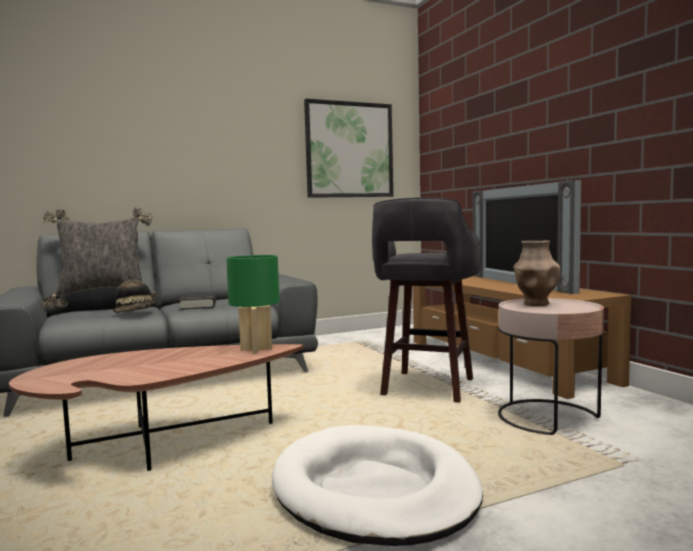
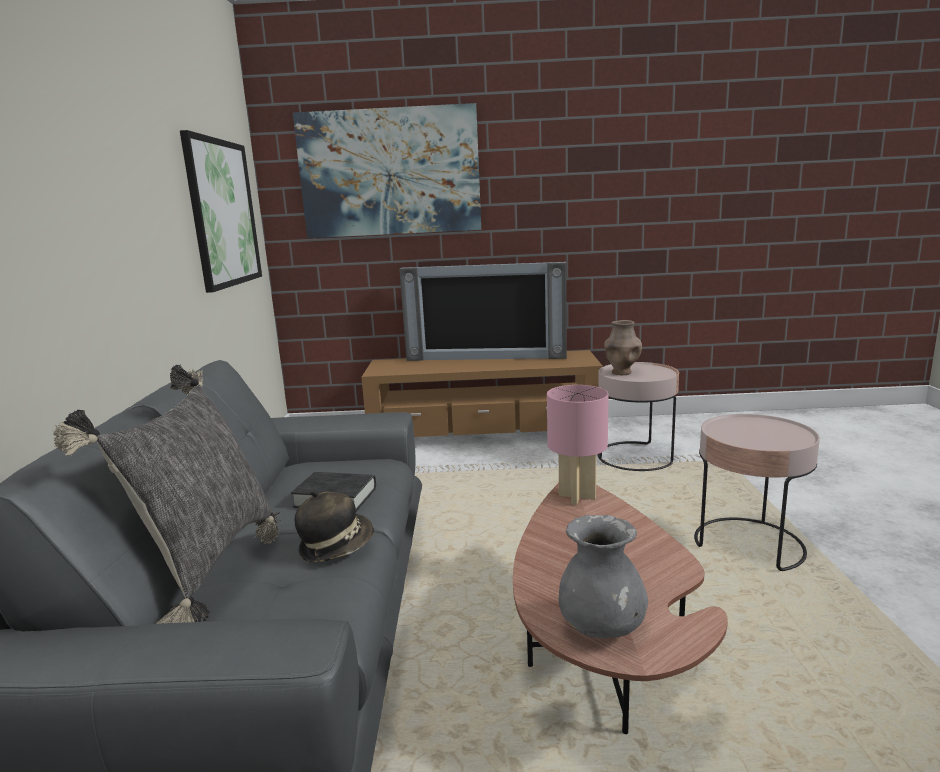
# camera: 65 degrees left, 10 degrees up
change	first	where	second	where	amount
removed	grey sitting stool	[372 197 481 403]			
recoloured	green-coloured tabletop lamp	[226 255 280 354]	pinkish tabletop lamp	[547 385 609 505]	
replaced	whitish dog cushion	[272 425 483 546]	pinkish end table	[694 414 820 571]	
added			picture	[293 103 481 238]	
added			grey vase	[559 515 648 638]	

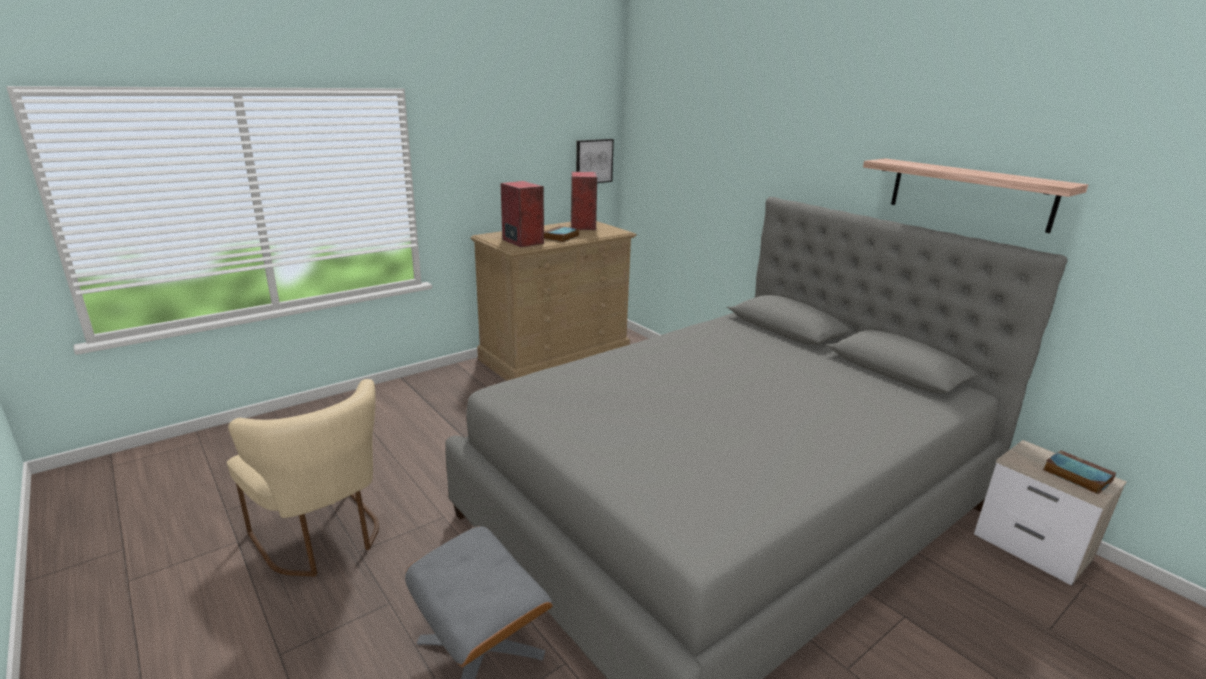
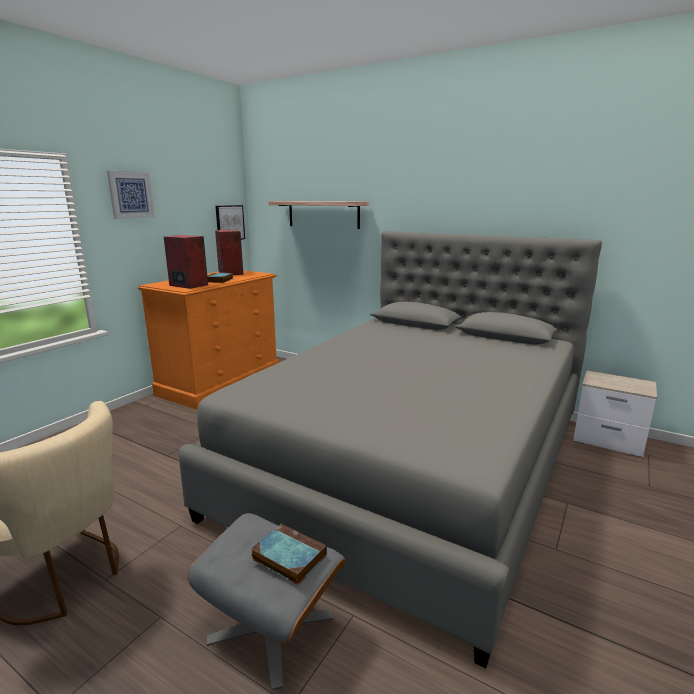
# camera: 20 degrees left, 5 degrees down
change	first	where	second	where	amount
moved	shelf	[863 158 1088 233]		[268 201 369 229]	
recoloured	sand-coloured chest of drawers	[470 221 637 381]	orangey chest of drawers	[138 270 280 410]	
moved	book	[1043 450 1116 494]		[251 524 327 585]	
added			picture	[107 171 155 219]	

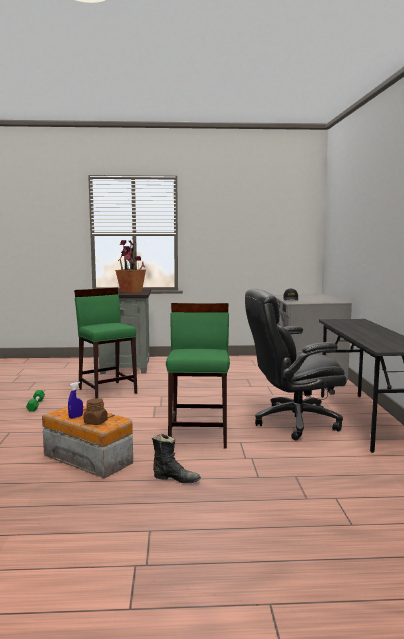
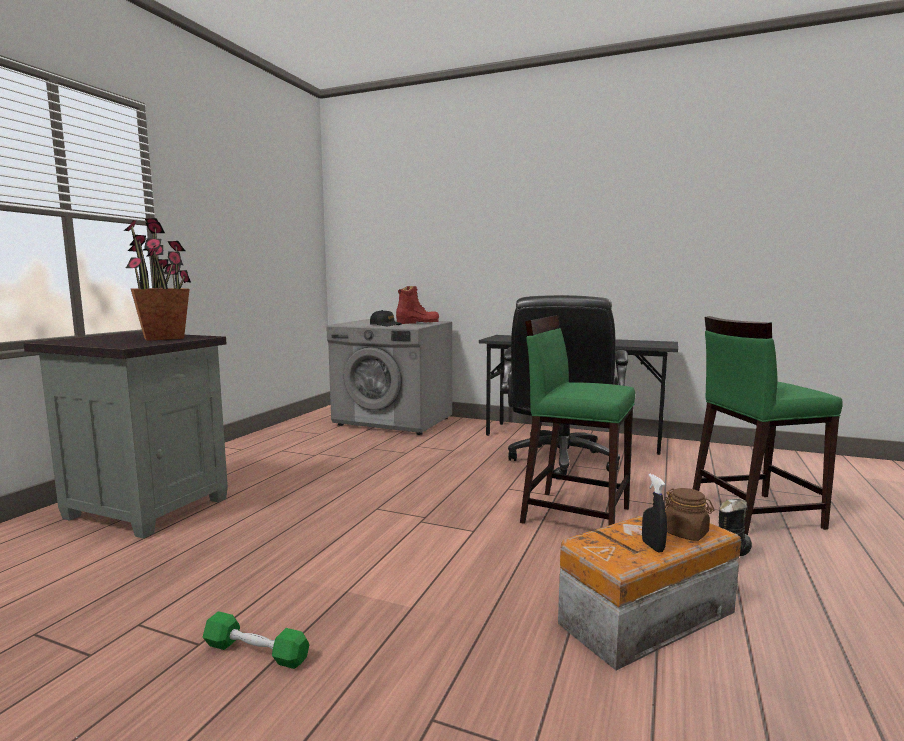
# camera: 65 degrees left, 0 degrees up
change	first	where	second	where	amount
moved	green-coloured sitting stool	[74 287 137 398]		[693 316 843 535]	
recoloured	blue spray bottle	[68 382 83 419]	black spray bottle	[642 474 667 553]	
added			reddish tall boot	[396 286 439 324]	

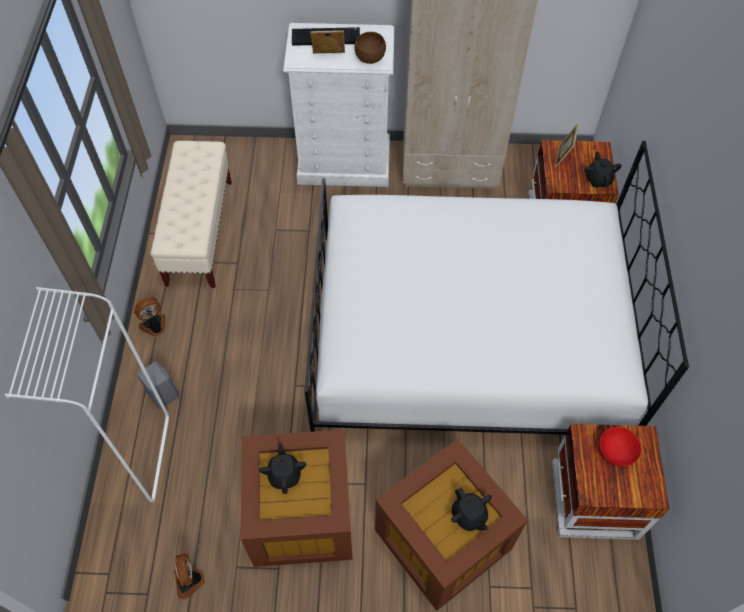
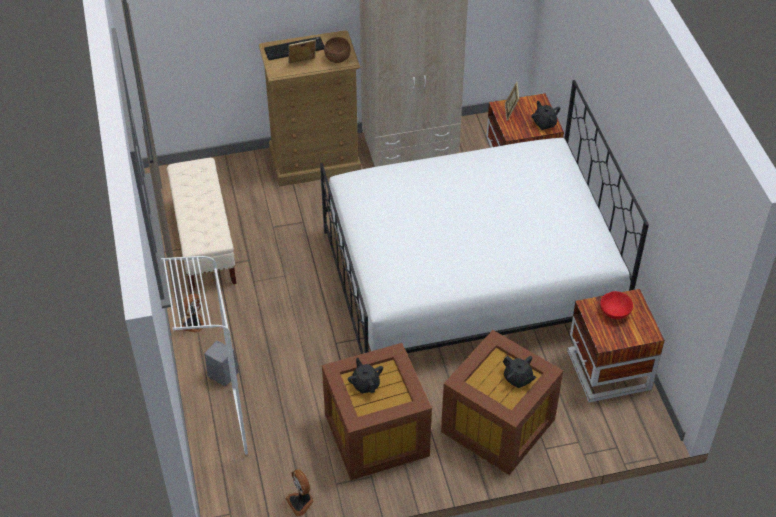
# camera: 15 degrees left, 10 degrees down
change	first	where	second	where	amount
recoloured	whitish chest of drawers	[283 23 394 187]	brown-coloured chest of drawers	[259 30 361 187]	

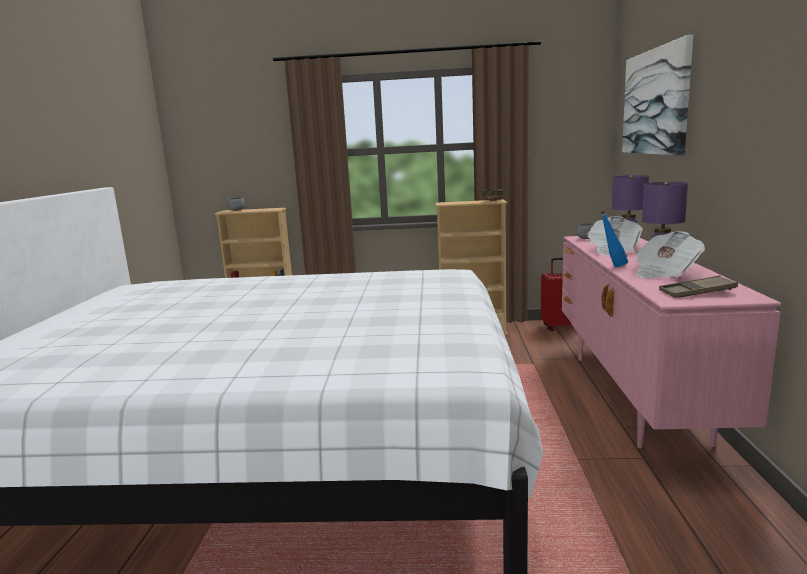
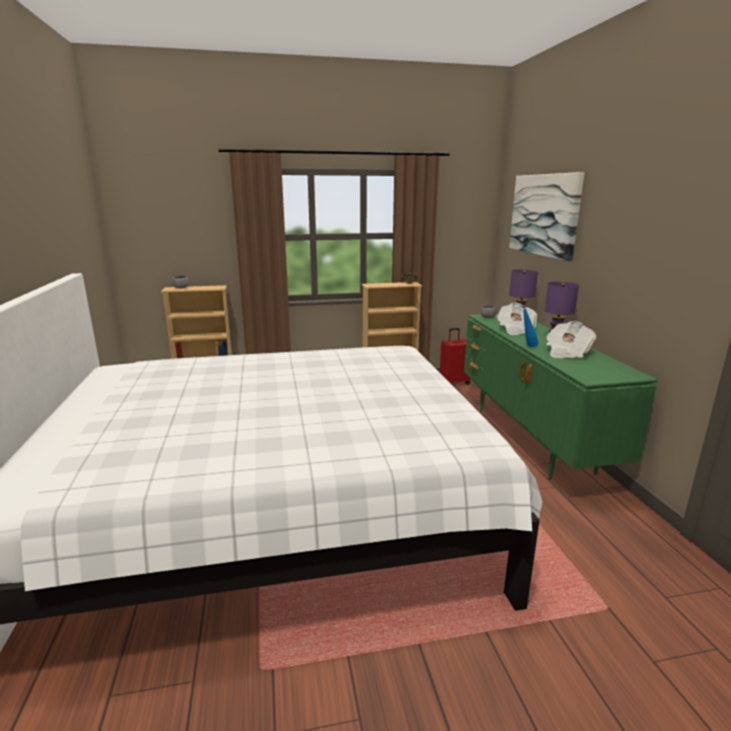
# camera: 15 degrees left, 5 degrees up
change	first	where	second	where	amount
recoloured	pinkish chest of drawers	[562 236 781 448]	green-coloured chest of drawers	[464 313 658 480]	
removed	brown-coloured carrying tray	[659 275 738 298]			

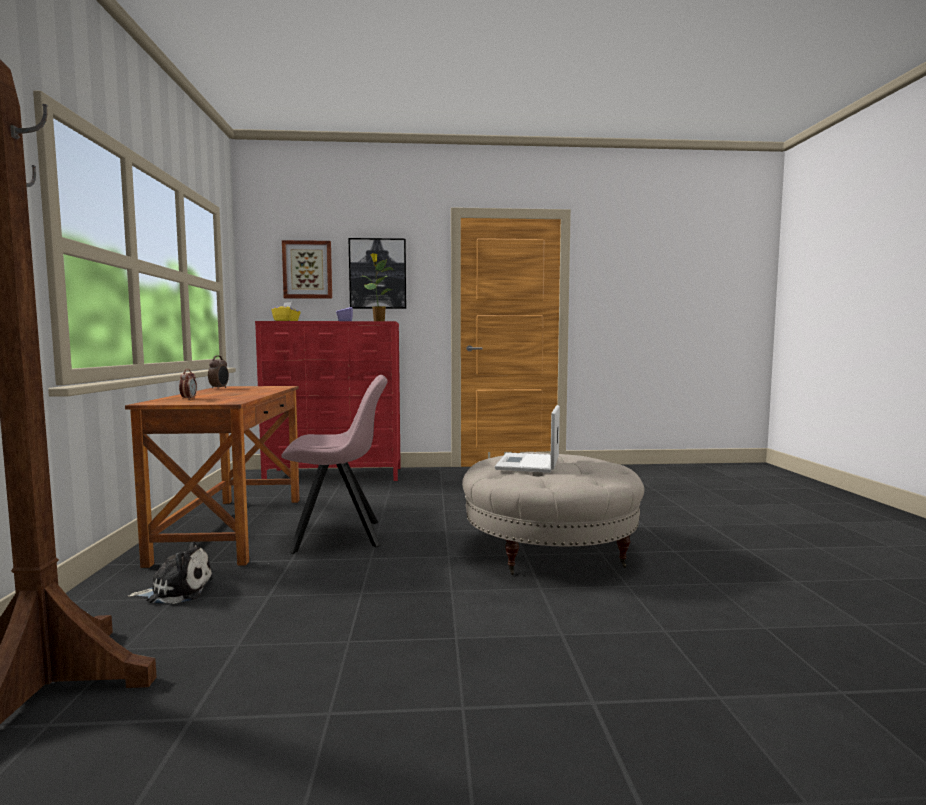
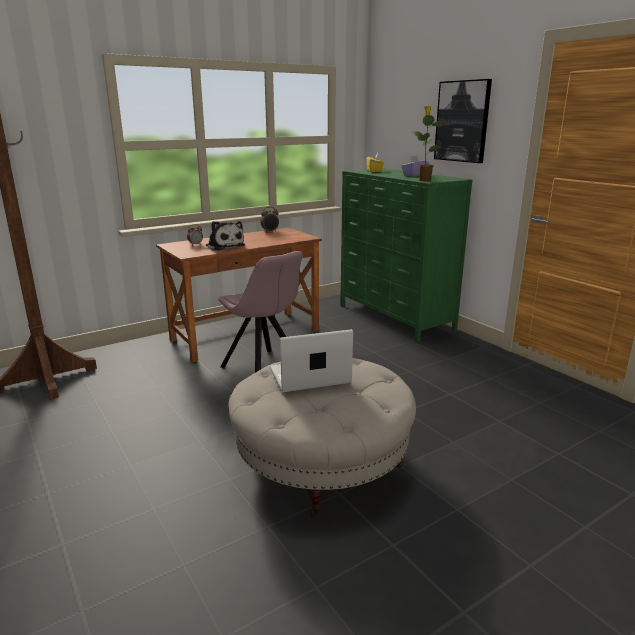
# camera: 60 degrees right, 15 degrees up
change	first	where	second	where	amount
removed	picture	[282 240 332 299]			
recoloured	reddish chest of drawers	[255 321 401 481]	green-coloured chest of drawers	[340 168 473 343]	
moved	soft toy	[128 541 213 604]		[206 221 245 250]	

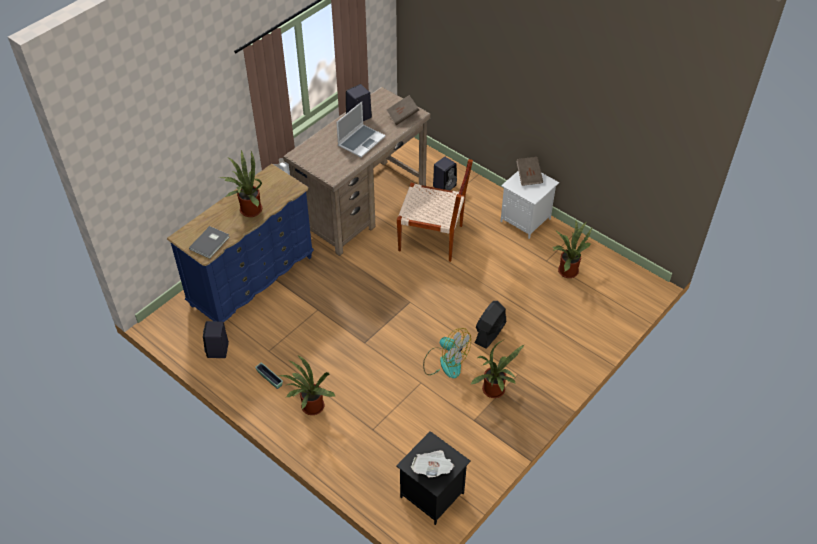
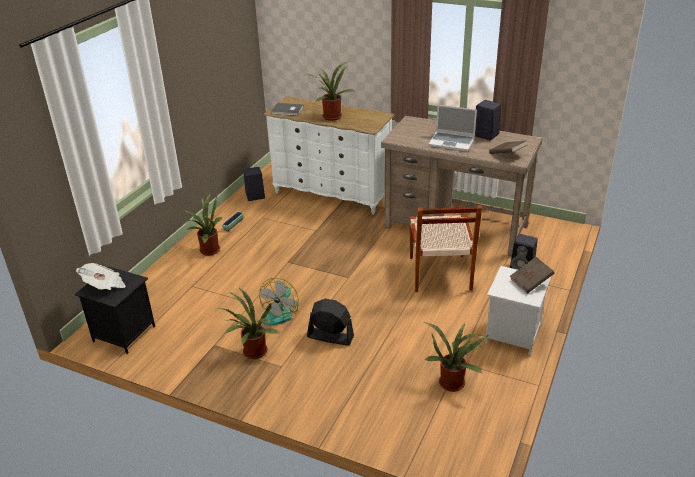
# camera: 75 degrees right, 15 degrees down
change	first	where	second	where	amount
recoloured	blue chest of drawers	[167 164 314 322]	whitish chest of drawers	[264 96 394 214]	

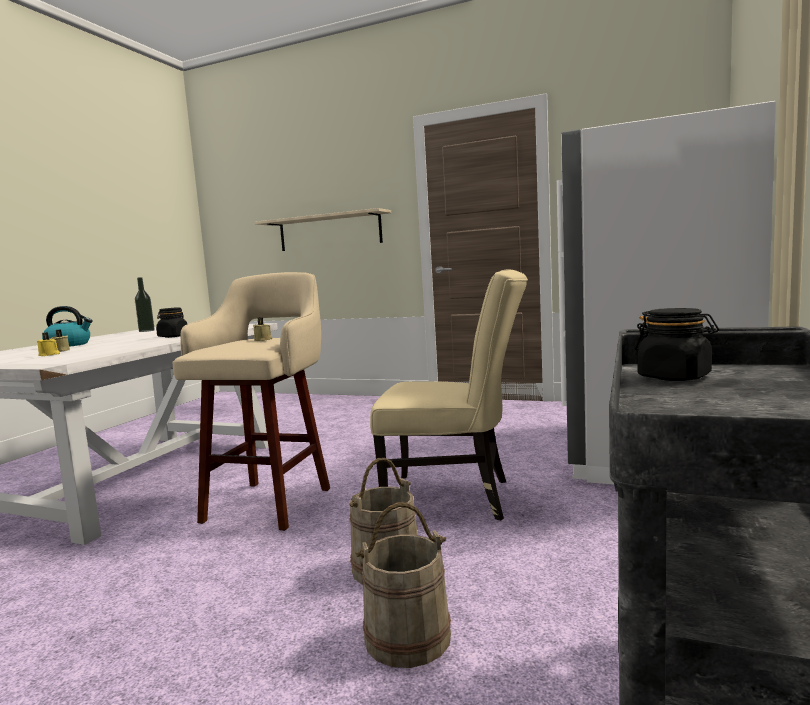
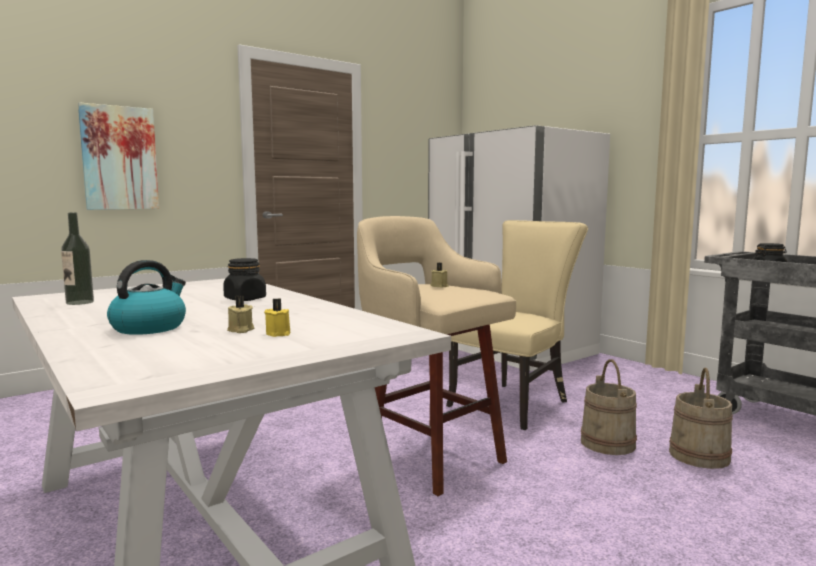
# camera: 60 degrees left, 0 degrees up
change	first	where	second	where	amount
replaced	sand-coloured shelf	[254 208 391 251]	picture	[78 102 159 210]	

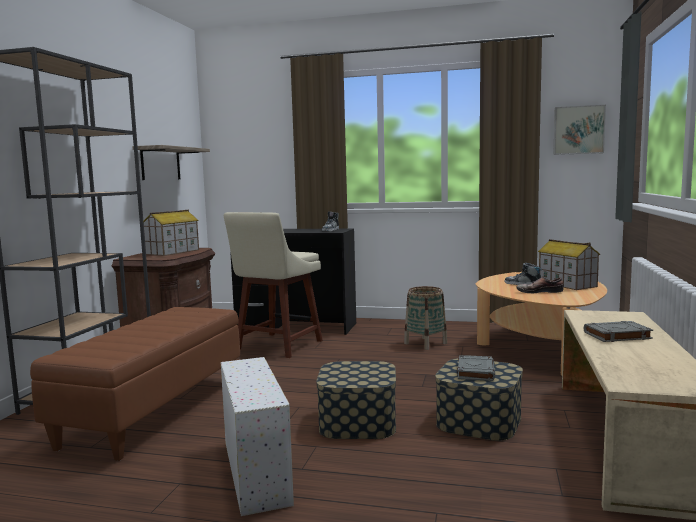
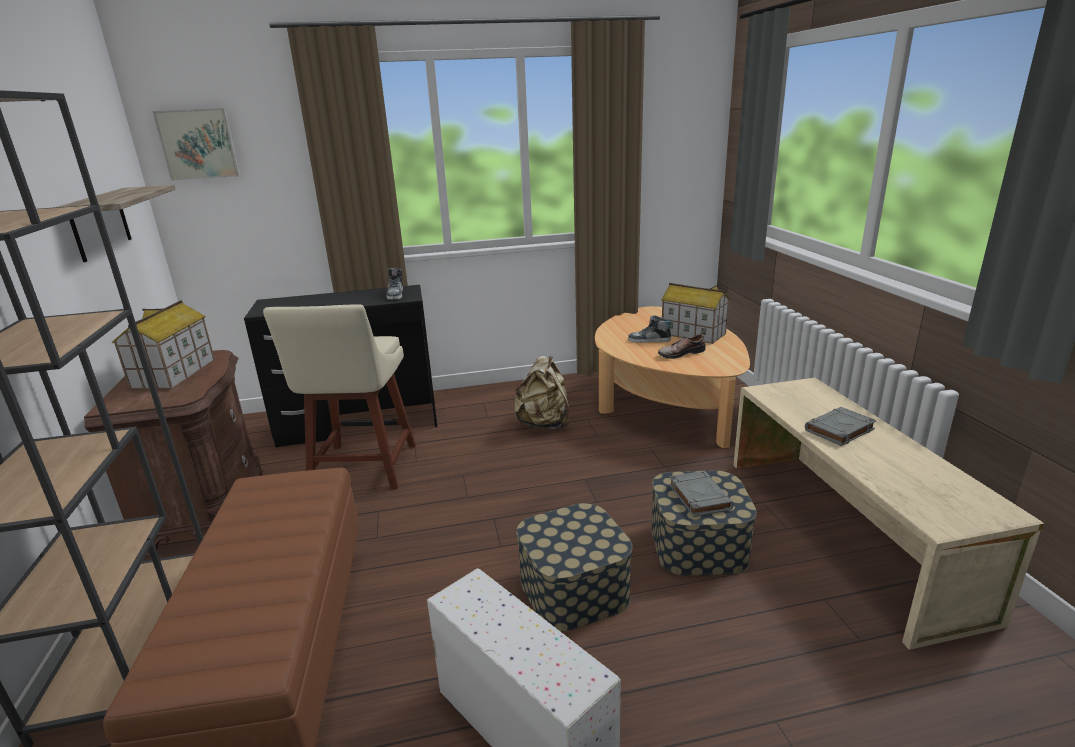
# camera: 25 degrees left, 15 degrees up
change	first	where	second	where	amount
moved	picture	[553 105 606 155]		[153 108 241 181]	
replaced	storage basket	[404 286 447 350]	sand-coloured backpack	[514 356 569 429]	

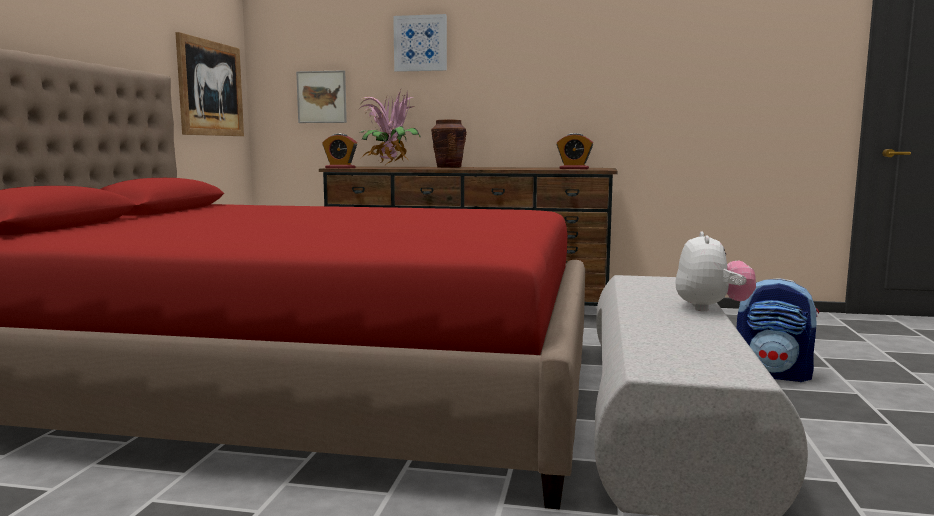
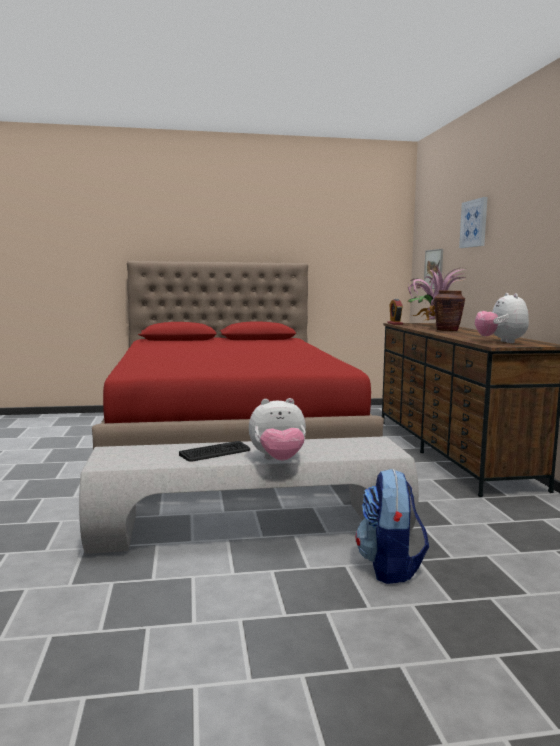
# camera: 70 degrees right, 0 degrees up
change	first	where	second	where	amount
removed	picture	[175 32 244 136]			
replaced	alarm clock	[556 133 593 169]	soft toy	[475 293 529 343]	
added			PC keyboard	[179 441 250 462]	

